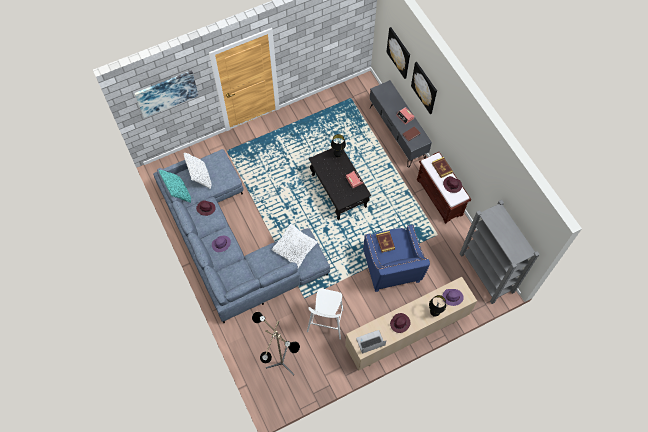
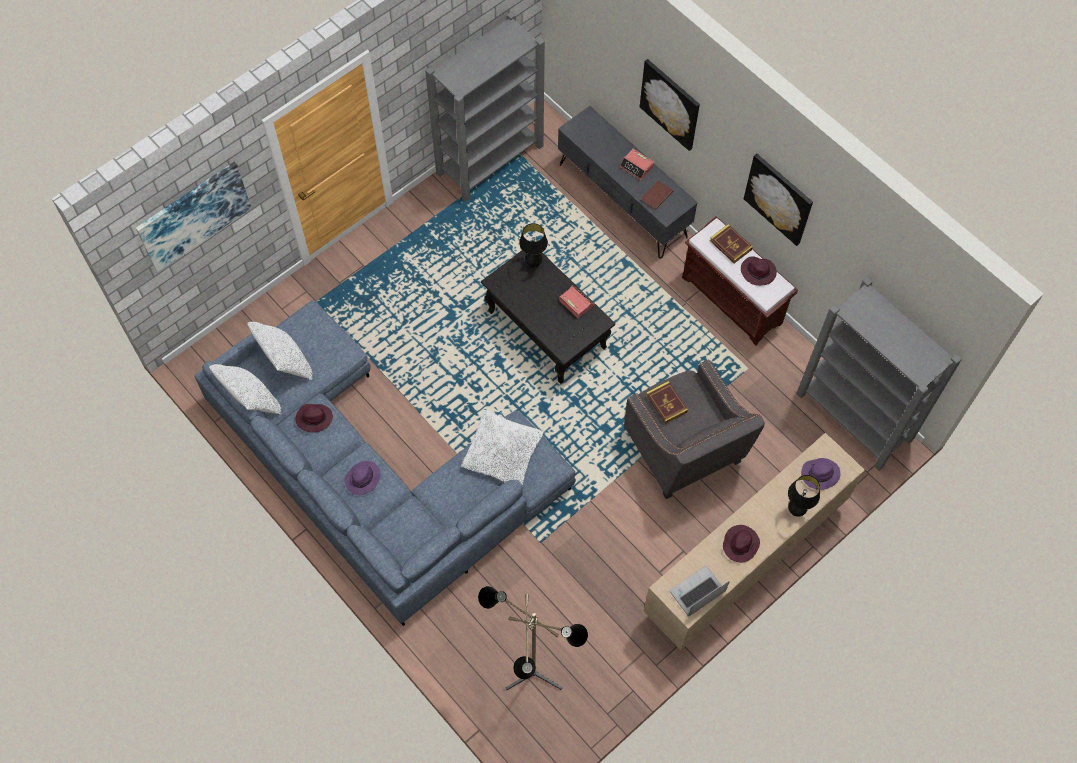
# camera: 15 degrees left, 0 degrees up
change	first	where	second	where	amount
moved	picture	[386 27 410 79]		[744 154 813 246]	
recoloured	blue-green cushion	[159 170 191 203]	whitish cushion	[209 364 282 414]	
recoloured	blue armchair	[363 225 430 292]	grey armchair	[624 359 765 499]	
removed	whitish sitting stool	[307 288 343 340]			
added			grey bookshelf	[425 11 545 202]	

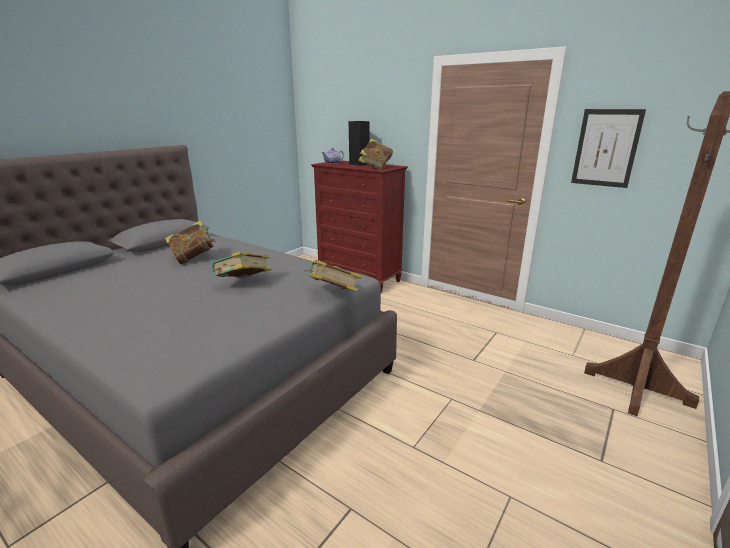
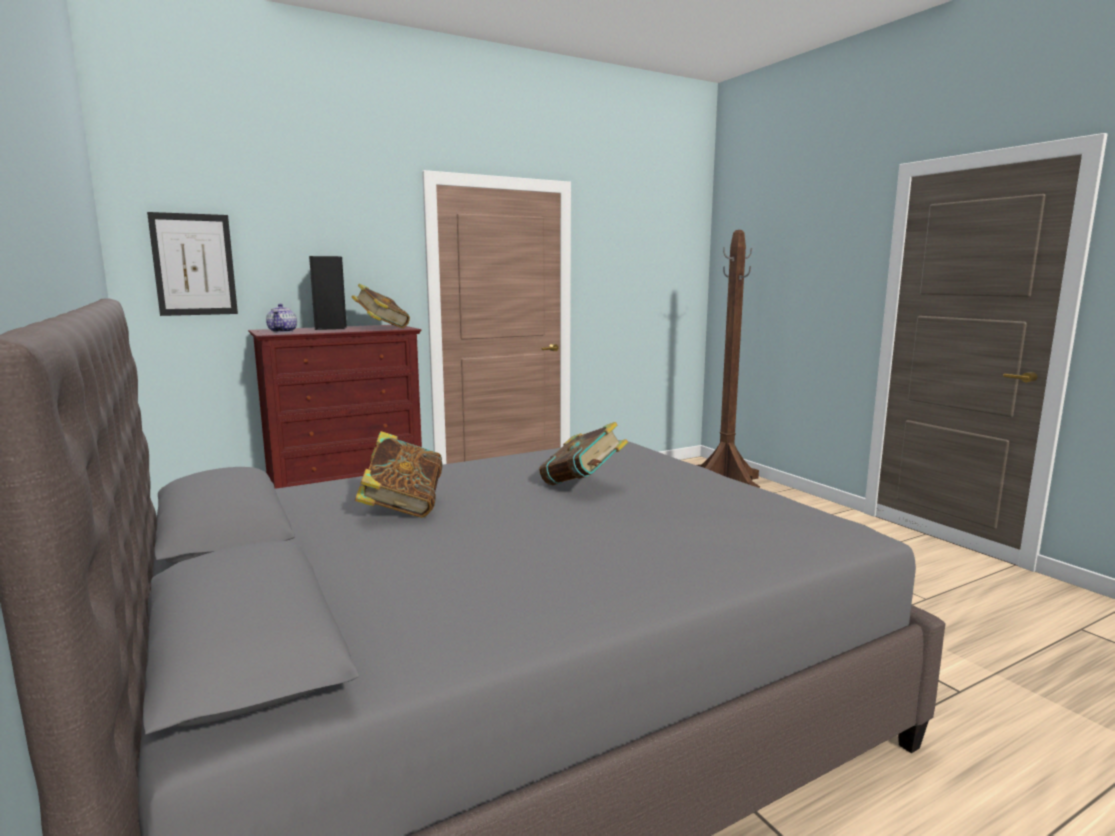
# camera: 65 degrees left, 10 degrees down
change	first	where	second	where	amount
moved	picture	[571 109 646 188]		[147 212 238 316]	
removed	book	[304 260 362 292]			

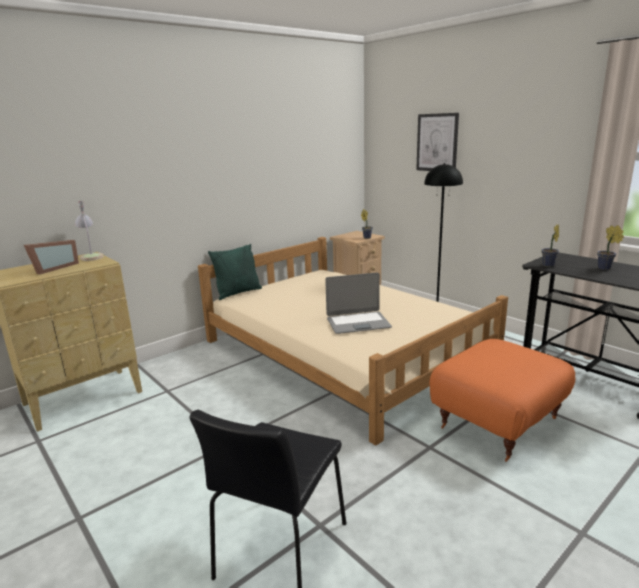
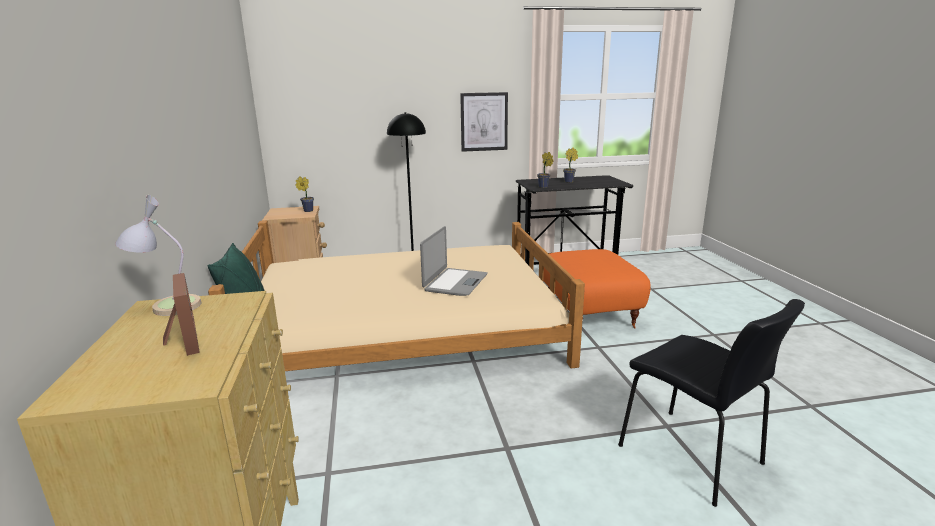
# camera: 60 degrees left, 0 degrees up
change	first	where	second	where	amount
moved	picture	[416 113 459 171]		[460 92 508 152]	

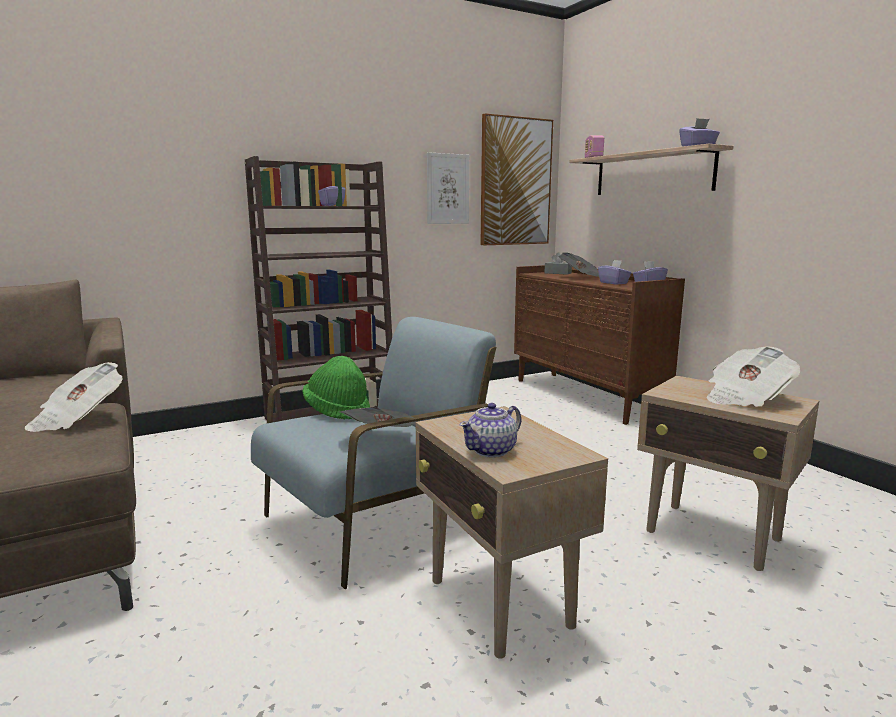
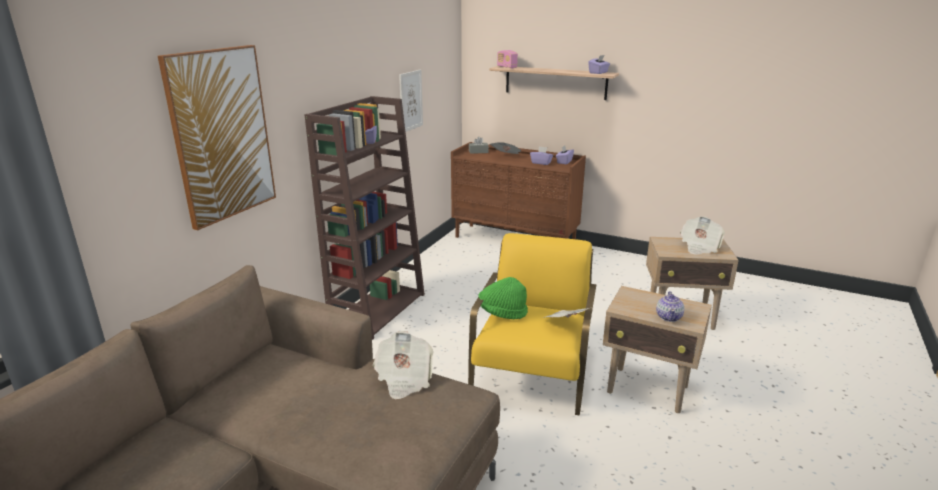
# camera: 35 degrees left, 10 degrees up
change	first	where	second	where	amount
moved	picture	[480 113 553 245]		[158 45 276 231]	
recoloured	blue armchair	[251 317 496 589]	yellowish armchair	[468 233 596 416]	

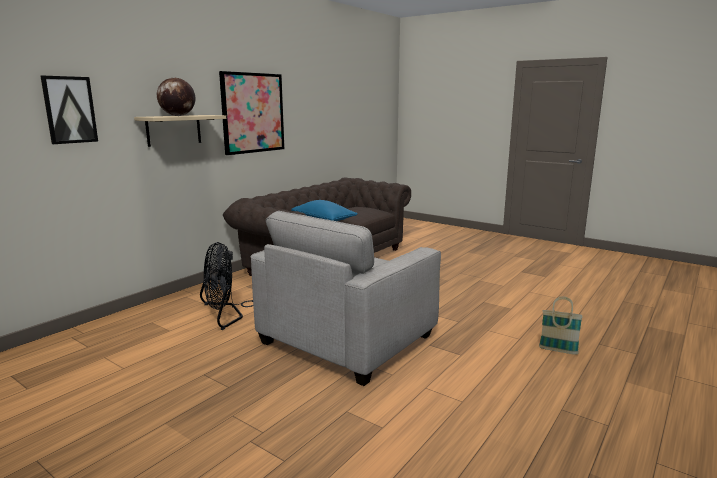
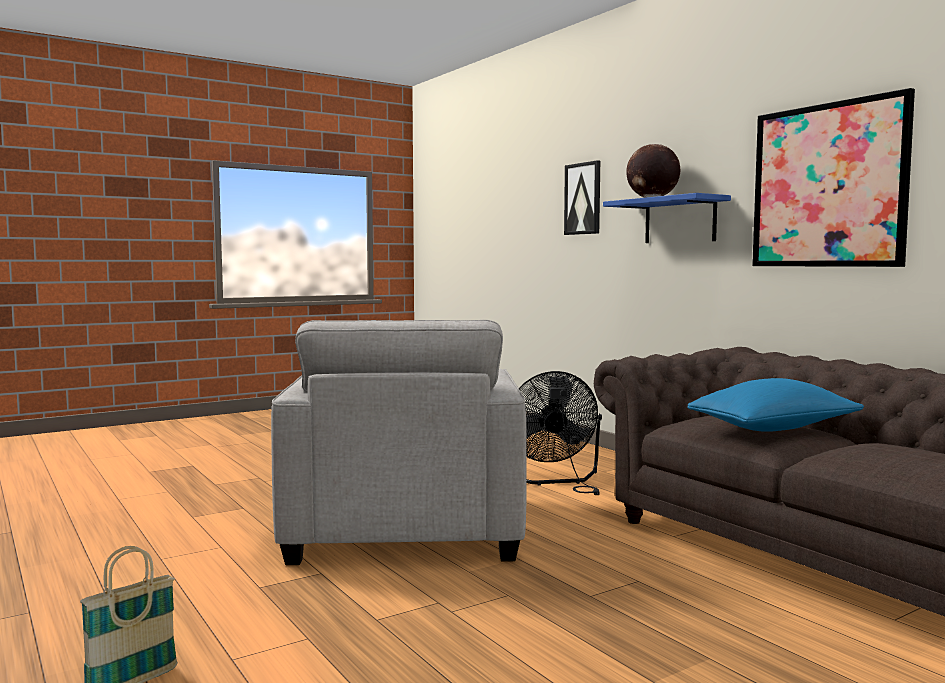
# camera: 110 degrees right, 10 degrees down
change	first	where	second	where	amount
recoloured	sand-coloured shelf	[134 115 226 147]	blue shelf	[603 193 731 243]	
turned	grey armchair	[251 211 441 386]		[271 320 527 565]	150 degrees counterclockwise

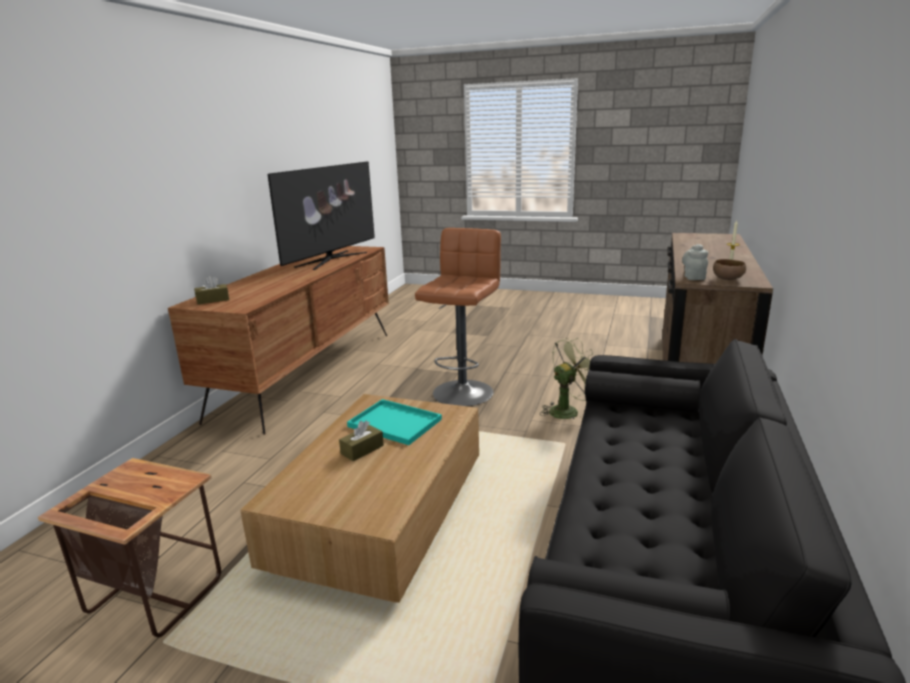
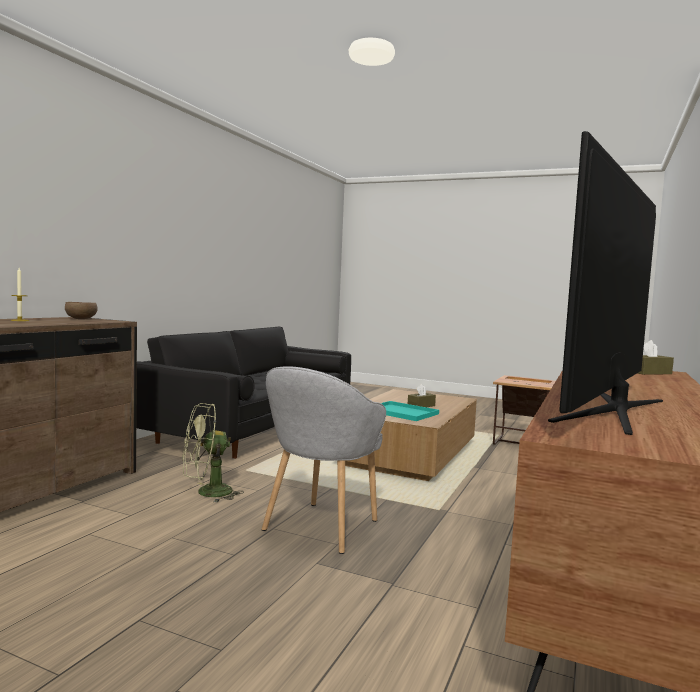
# camera: 175 degrees left, 15 degrees down
change	first	where	second	where	amount
replaced	brown-coloured sitting stool	[415 228 501 406]	grey armchair	[261 366 386 554]	
removed	grey pot for tea	[682 244 708 280]			

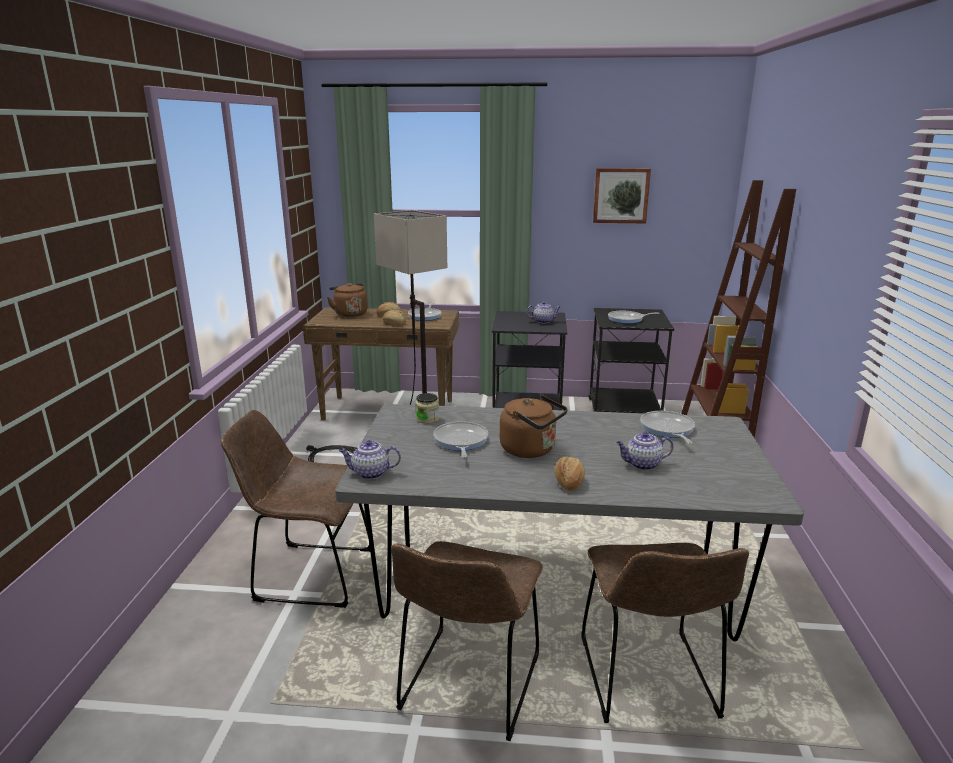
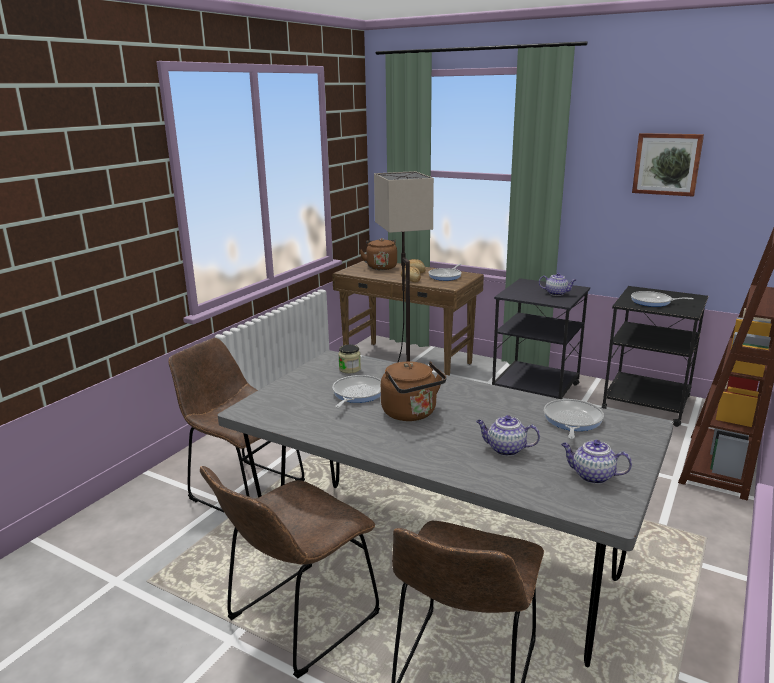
# camera: 25 degrees right, 0 degrees up
change	first	where	second	where	amount
moved	pot for tea	[339 440 401 479]		[561 440 632 484]	
removed	bread	[555 456 585 491]			

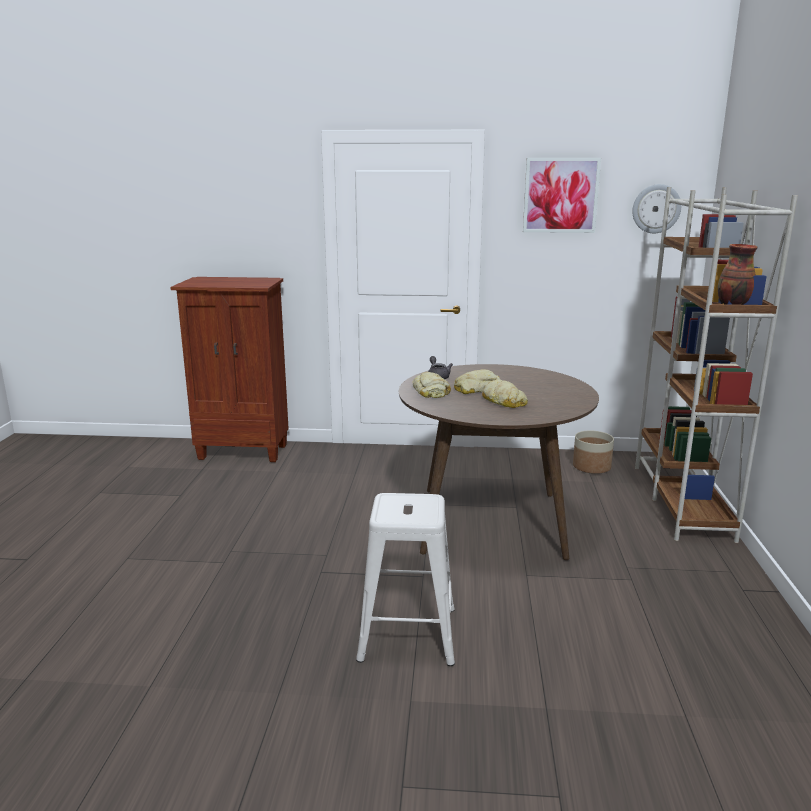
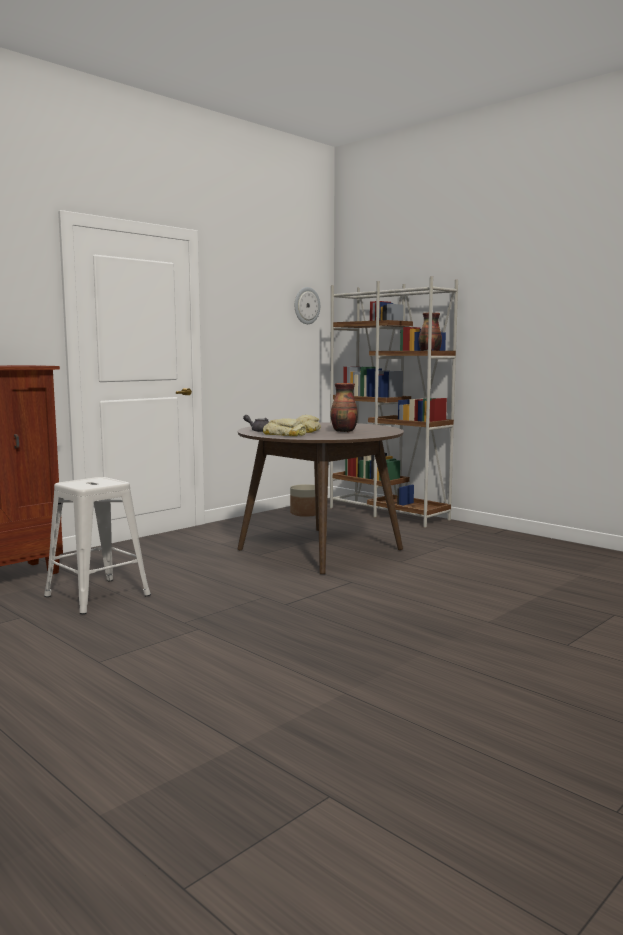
# camera: 50 degrees left, 10 degrees down
change	first	where	second	where	amount
removed	picture	[523 158 601 233]			
replaced	bread	[482 380 528 408]	vase	[330 383 358 432]	
moved	whitish sitting stool	[356 493 455 666]		[44 477 151 614]	

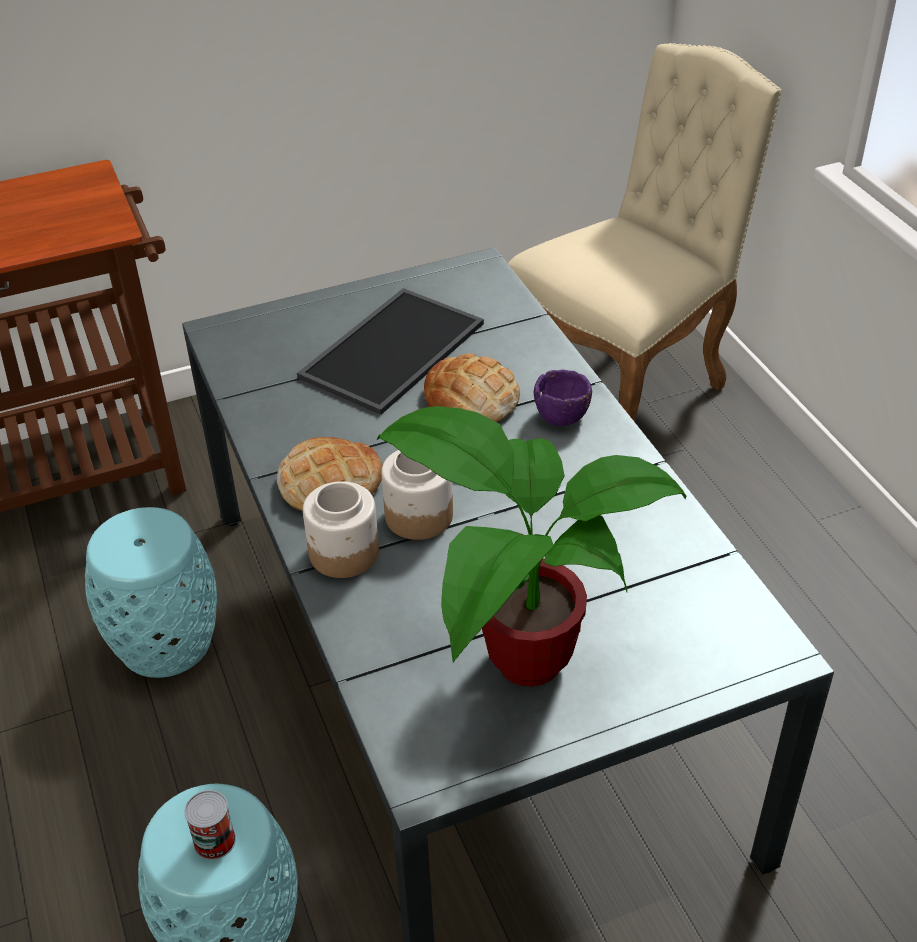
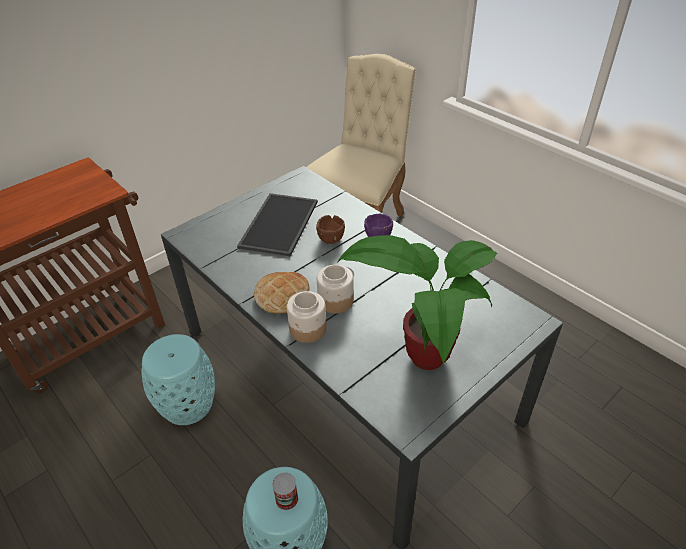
# camera: 20 degrees left, 0 degrees up
change	first	where	second	where	amount
replaced	bread	[424 353 520 422]	brown-coloured bowl	[316 215 345 244]	

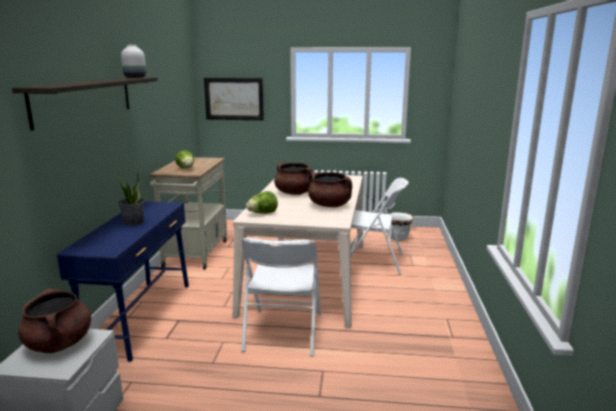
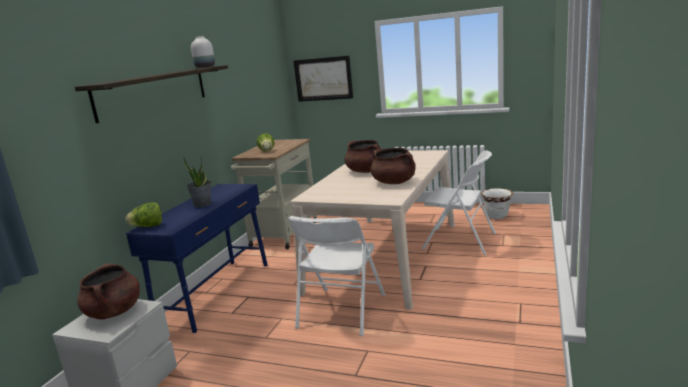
# camera: 15 degrees right, 0 degrees up
change	first	where	second	where	amount
moved	lettuce head	[246 191 278 214]		[125 202 162 227]	

